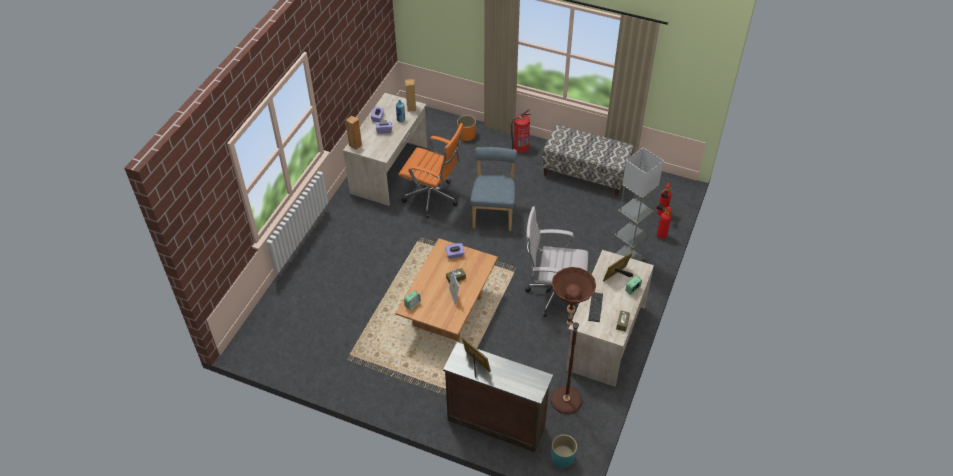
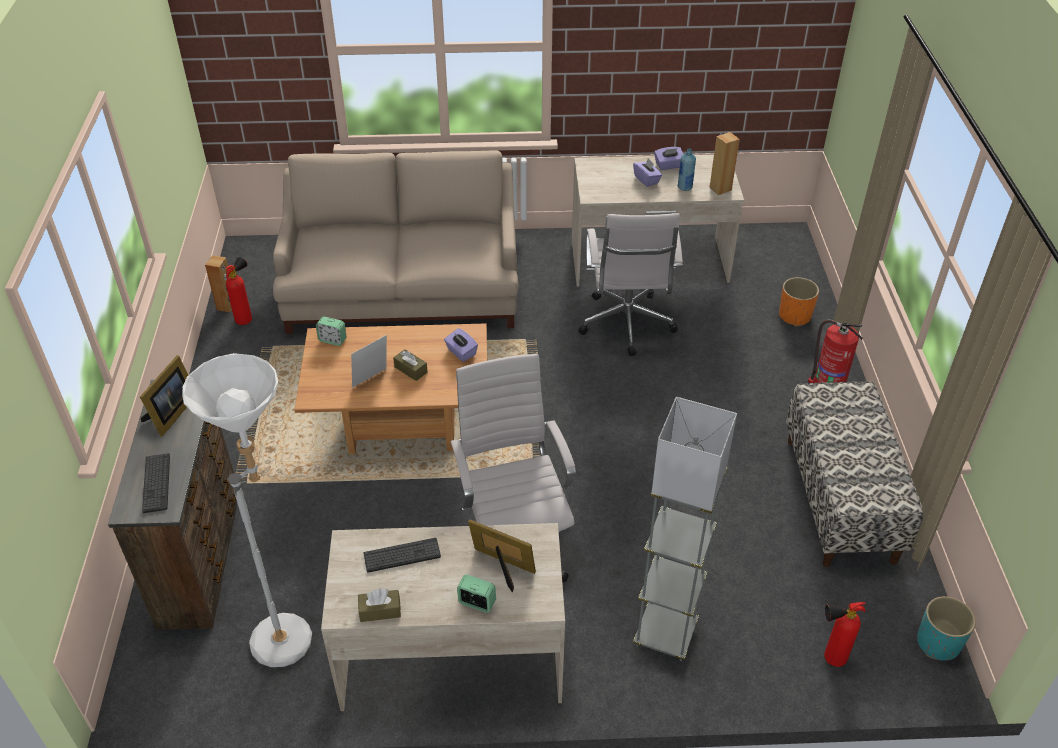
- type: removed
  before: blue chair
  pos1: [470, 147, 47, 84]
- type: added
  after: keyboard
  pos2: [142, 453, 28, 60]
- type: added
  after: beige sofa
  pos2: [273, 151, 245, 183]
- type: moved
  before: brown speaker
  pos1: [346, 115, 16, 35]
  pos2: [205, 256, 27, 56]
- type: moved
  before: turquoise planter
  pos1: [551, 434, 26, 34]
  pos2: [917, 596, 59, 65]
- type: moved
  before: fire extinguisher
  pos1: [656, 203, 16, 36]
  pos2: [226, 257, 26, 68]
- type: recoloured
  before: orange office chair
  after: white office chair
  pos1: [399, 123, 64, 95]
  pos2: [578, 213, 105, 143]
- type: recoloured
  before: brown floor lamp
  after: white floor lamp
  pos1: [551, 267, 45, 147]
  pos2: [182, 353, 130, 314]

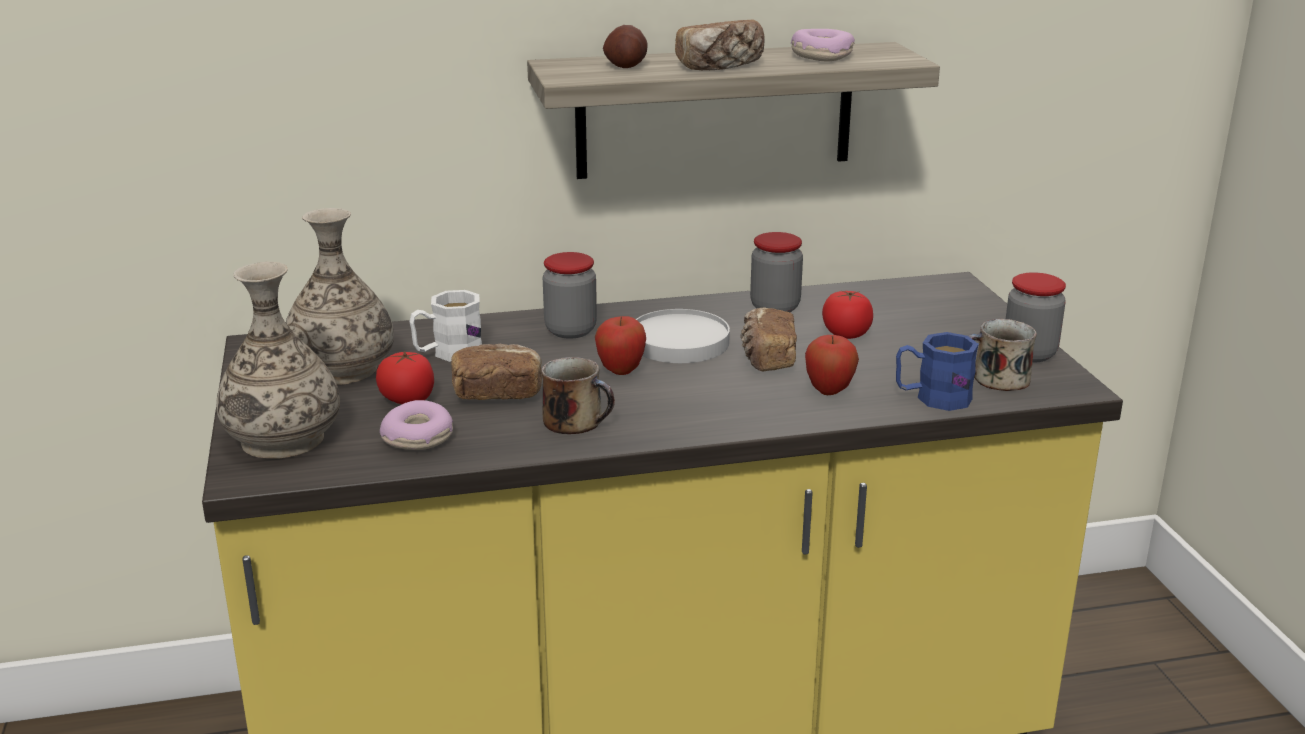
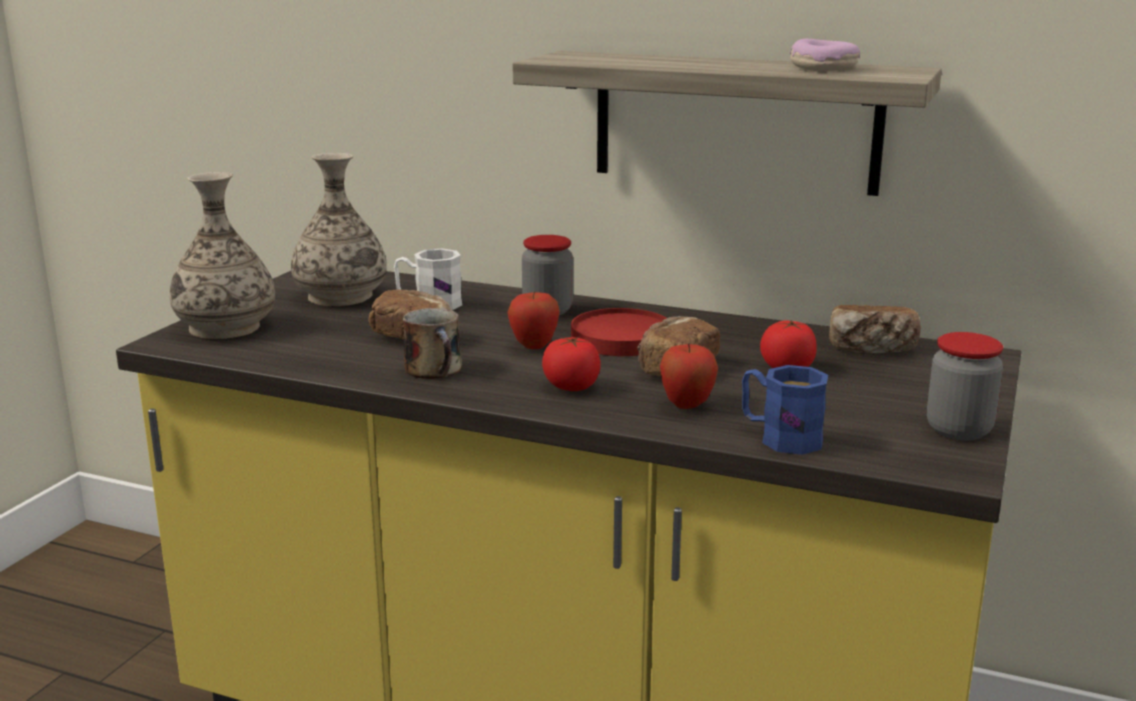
- type: removed
  before: donut
  pos1: [380, 400, 73, 50]
- type: removed
  before: potato
  pos1: [603, 25, 45, 43]
- type: removed
  before: jar
  pos1: [750, 232, 53, 80]
- type: removed
  before: mug
  pos1: [968, 319, 69, 72]
- type: moved
  before: tomato
  pos1: [376, 350, 58, 54]
  pos2: [542, 337, 59, 54]
- type: moved
  before: bread
  pos1: [675, 20, 89, 50]
  pos2: [829, 305, 92, 48]
- type: recoloured
  before: white plate
  after: red plate
  pos1: [636, 309, 94, 54]
  pos2: [571, 308, 96, 48]

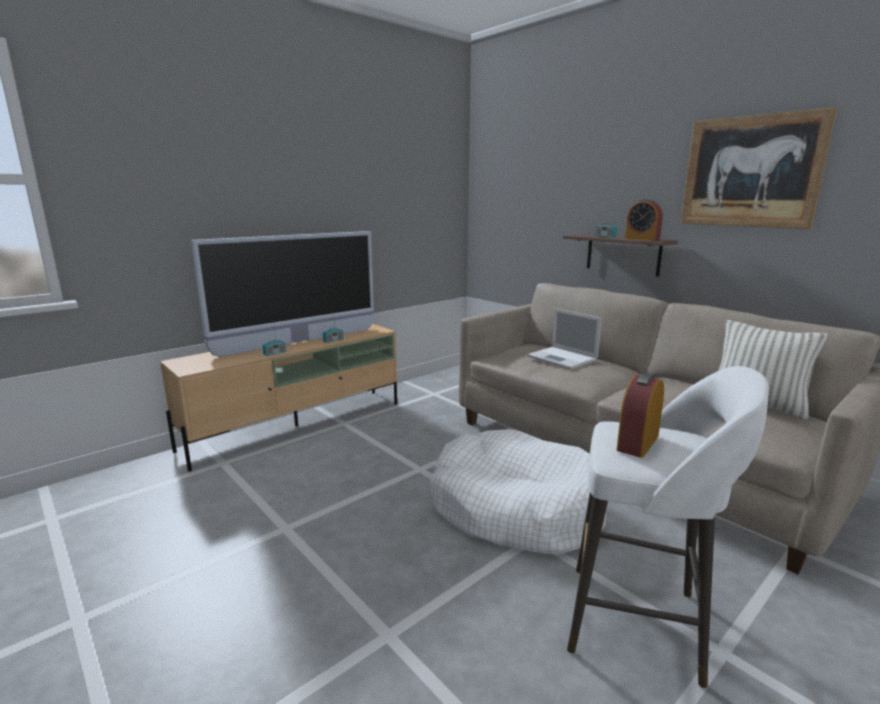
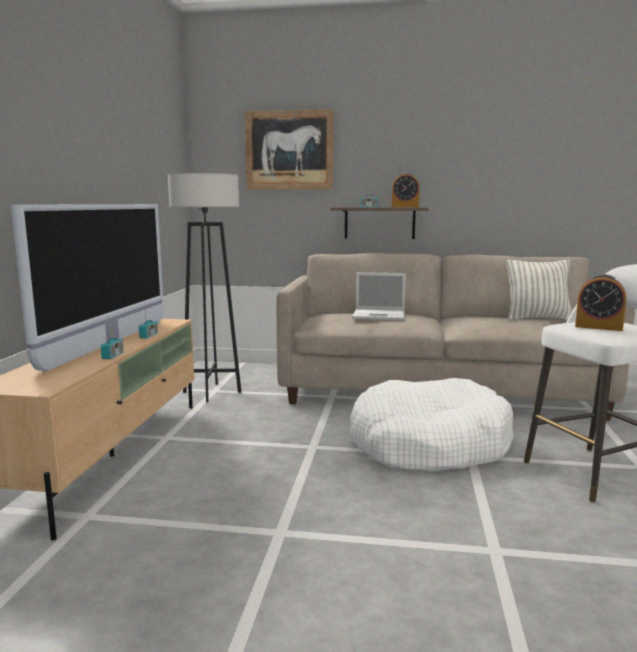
- type: added
  after: grey floor lamp
  pos2: [168, 173, 73, 229]
- type: moved
  before: picture
  pos1: [680, 107, 157, 122]
  pos2: [245, 109, 89, 81]
- type: turned
  before: alarm clock
  pos1: [617, 373, 47, 85]
  pos2: [575, 274, 51, 57]
  turn: -60

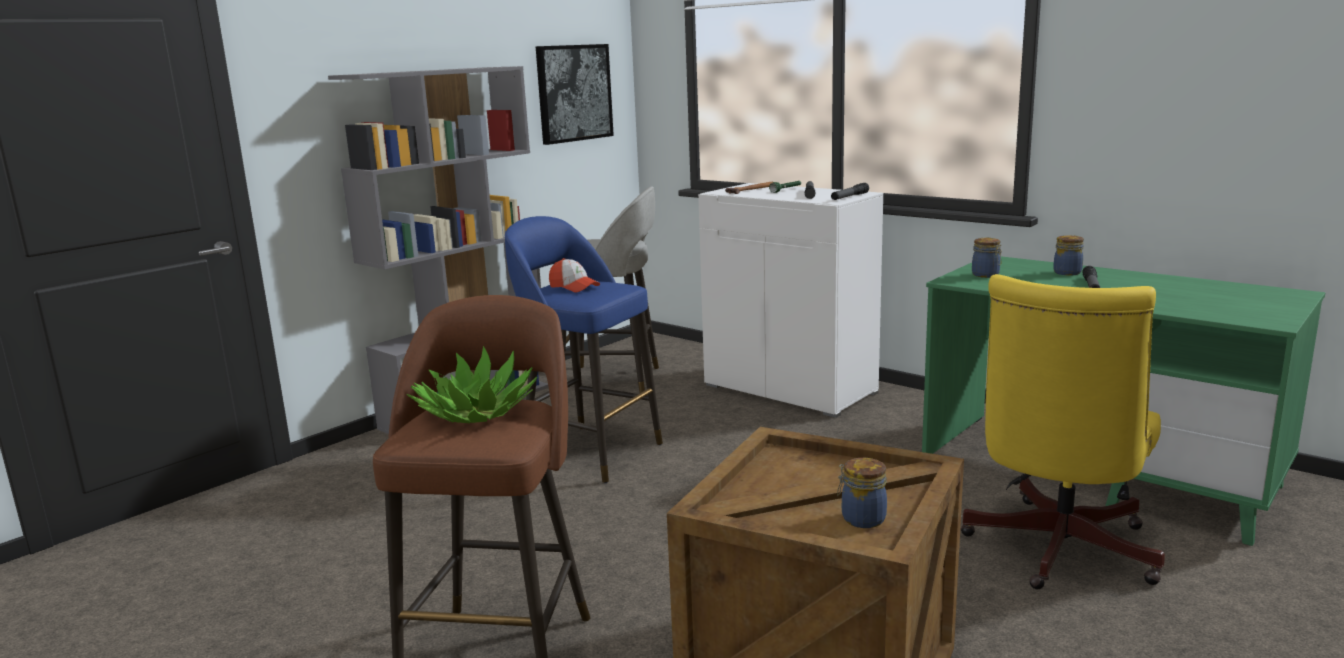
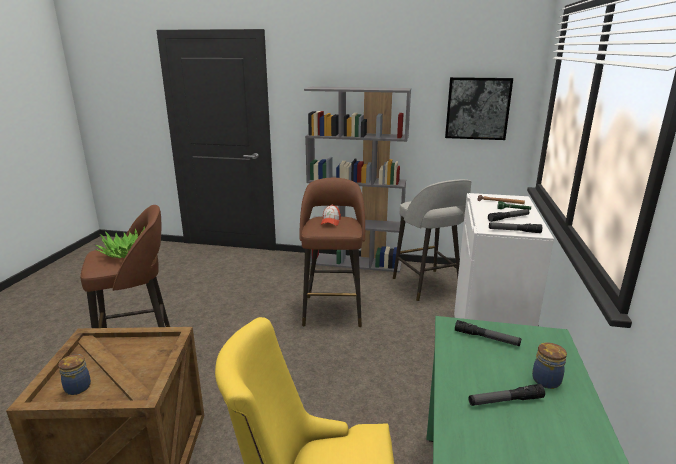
- type: replaced
  before: jar
  after: flashlight
  pos1: [972, 238, 30, 40]
  pos2: [455, 320, 66, 26]
- type: recoloured
  before: blue stool
  after: brown stool
  pos1: [505, 216, 158, 267]
  pos2: [300, 178, 65, 149]

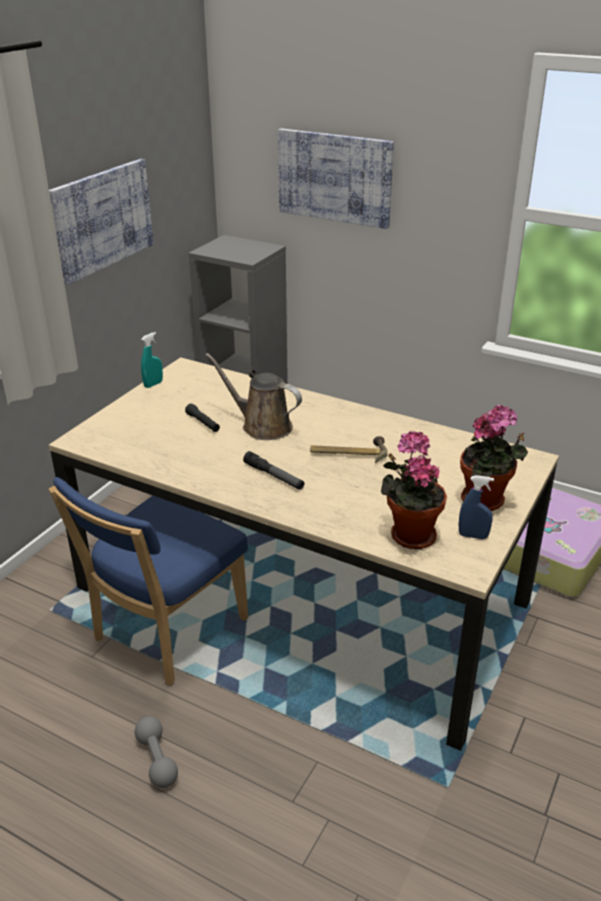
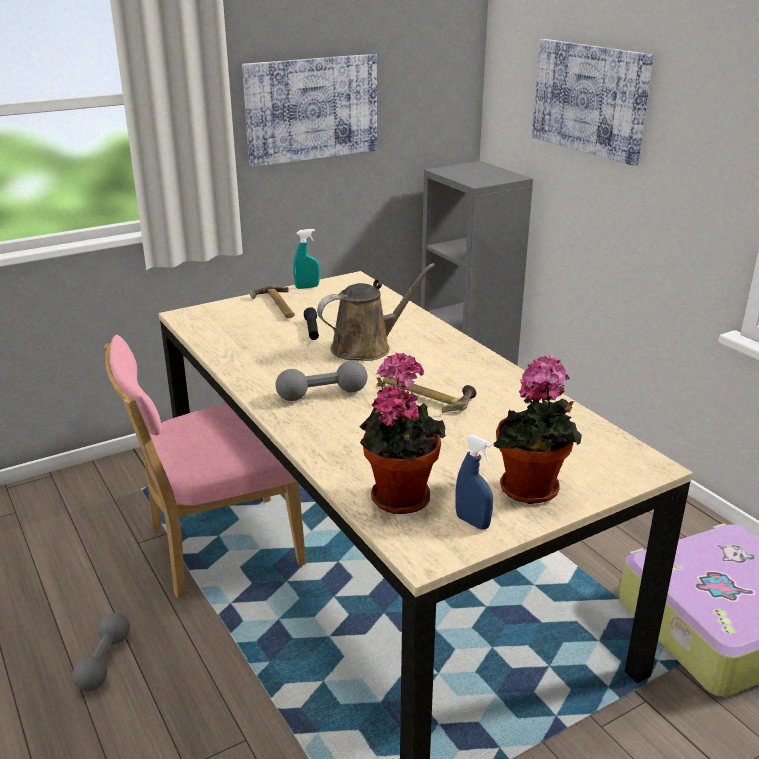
- type: added
  after: hammer
  pos2: [250, 285, 45, 33]
- type: replaced
  before: flashlight
  after: grey dumbbell
  pos1: [243, 451, 61, 39]
  pos2: [276, 361, 92, 40]
- type: recoloured
  before: blue chair
  after: pink chair
  pos1: [49, 477, 199, 209]
  pos2: [104, 335, 202, 263]
- type: turned
  before: brown watering can
  pos1: [205, 353, 97, 87]
  pos2: [317, 263, 118, 98]
  turn: 90

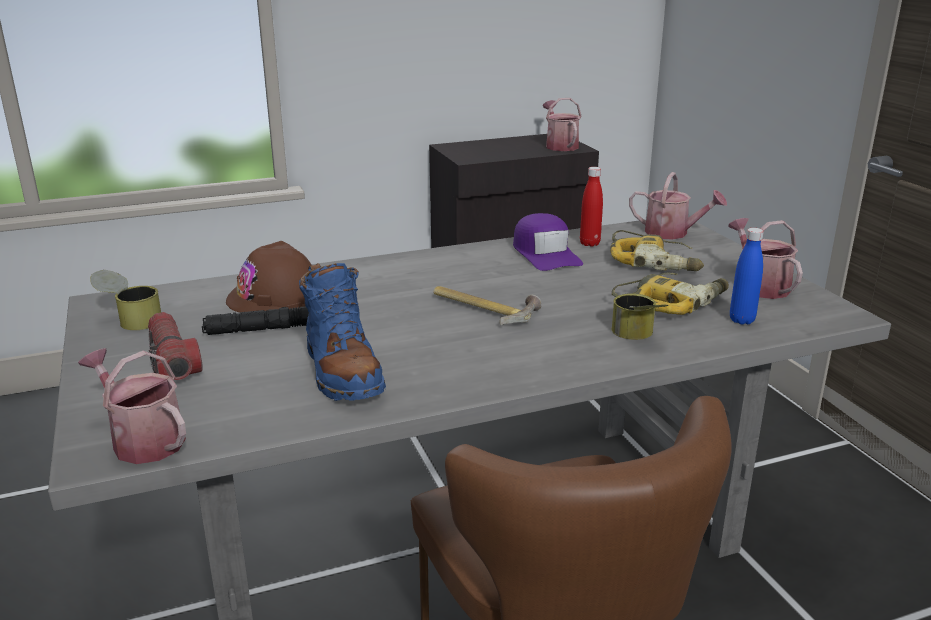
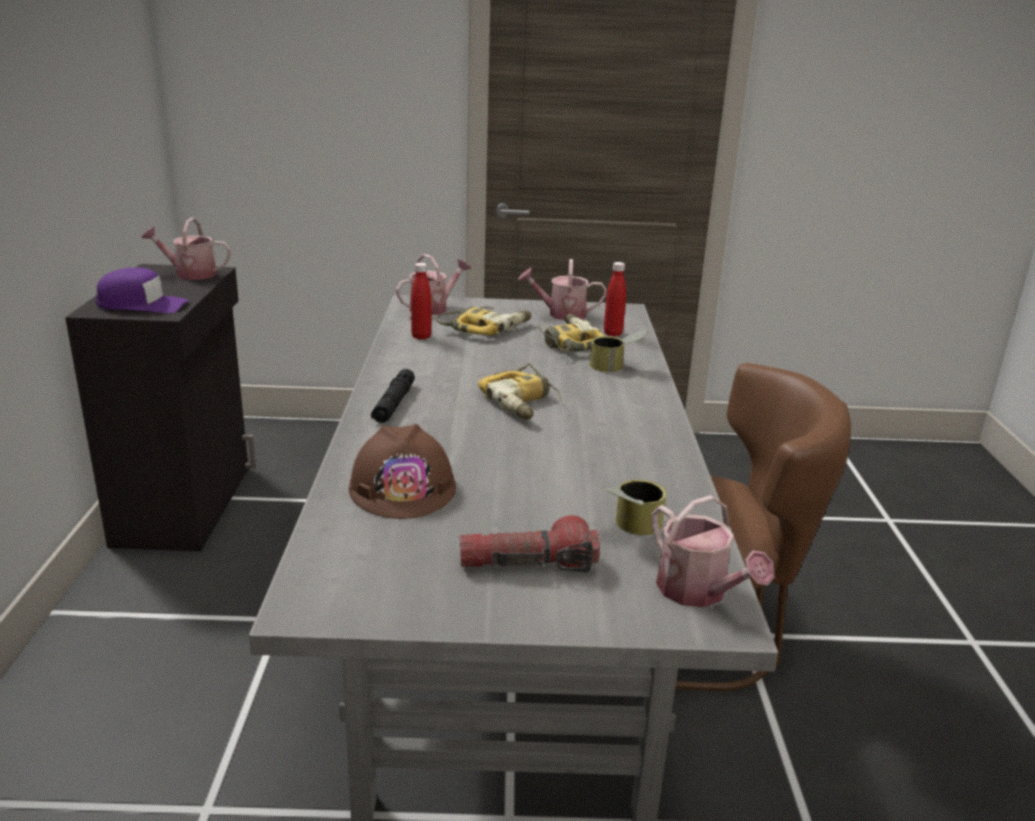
- type: removed
  before: blue boot
  pos1: [299, 263, 87, 138]
- type: moved
  before: can
  pos1: [90, 270, 71, 60]
  pos2: [604, 480, 63, 55]
- type: moved
  before: black flashlight
  pos1: [202, 306, 107, 29]
  pos2: [371, 369, 44, 54]
- type: moved
  before: purple cap
  pos1: [513, 213, 70, 58]
  pos2: [96, 267, 93, 46]
- type: replaced
  before: hammer
  after: power drill
  pos1: [434, 286, 108, 39]
  pos2: [478, 364, 84, 56]
- type: recoloured
  before: blue bottle
  after: red bottle
  pos1: [730, 228, 34, 96]
  pos2: [604, 262, 22, 74]
- type: turned
  before: watering can
  pos1: [78, 348, 108, 116]
  pos2: [651, 495, 123, 112]
  turn: -90

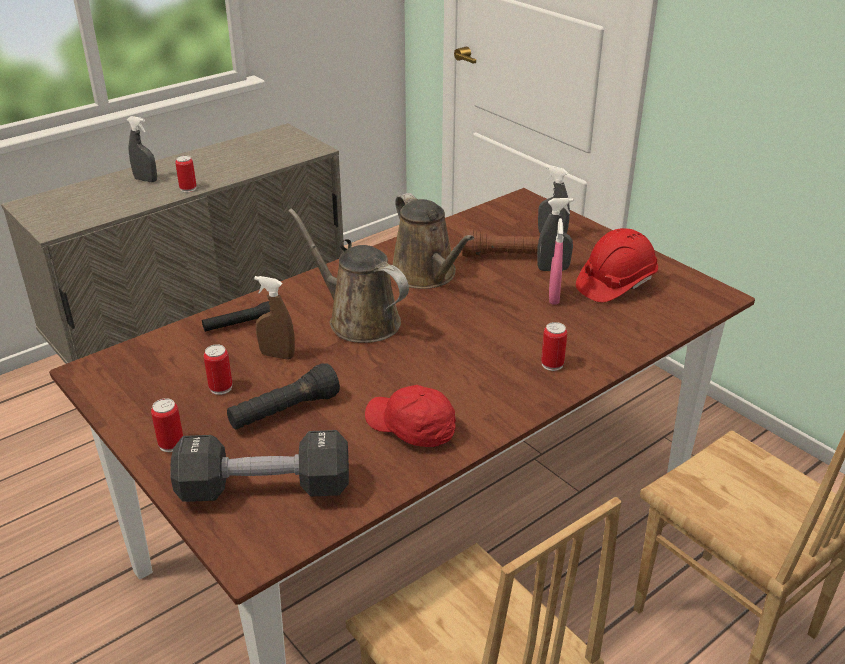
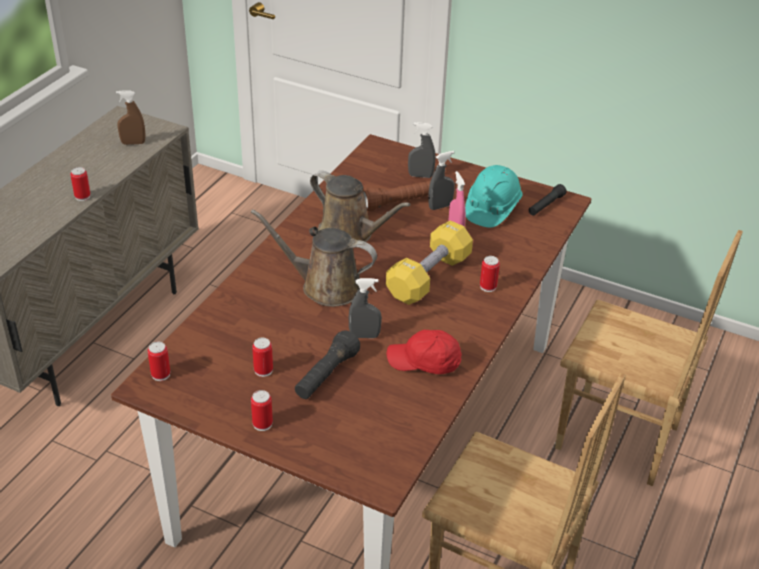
- type: removed
  before: black dumbbell
  pos1: [171, 430, 178, 72]
- type: added
  after: can
  pos2: [148, 342, 22, 39]
- type: added
  after: yellow dumbbell
  pos2: [386, 220, 87, 85]
- type: moved
  before: grey spray bottle
  pos1: [127, 116, 30, 66]
  pos2: [349, 278, 33, 60]
- type: moved
  before: black flashlight
  pos1: [202, 301, 68, 31]
  pos2: [529, 184, 37, 31]
- type: moved
  before: brown spray bottle
  pos1: [254, 276, 41, 84]
  pos2: [116, 90, 29, 55]
- type: recoloured
  before: red hard hat
  after: turquoise hard hat
  pos1: [576, 228, 82, 74]
  pos2: [465, 165, 58, 63]

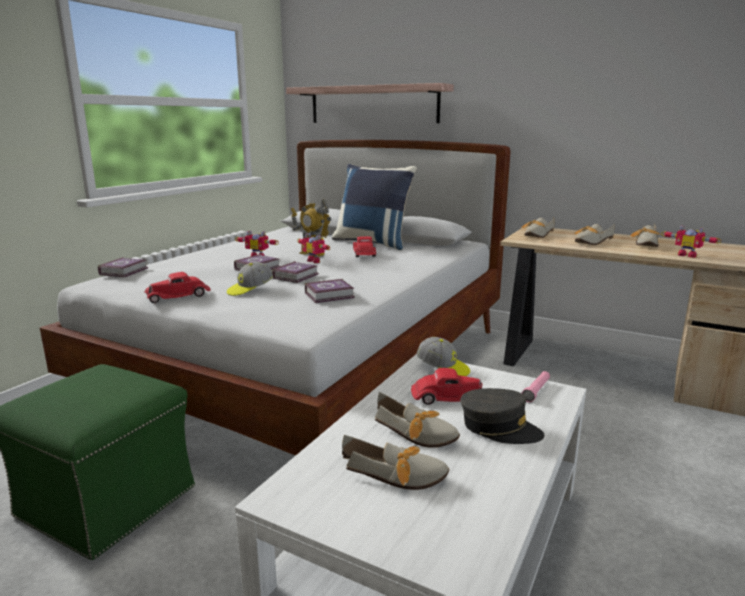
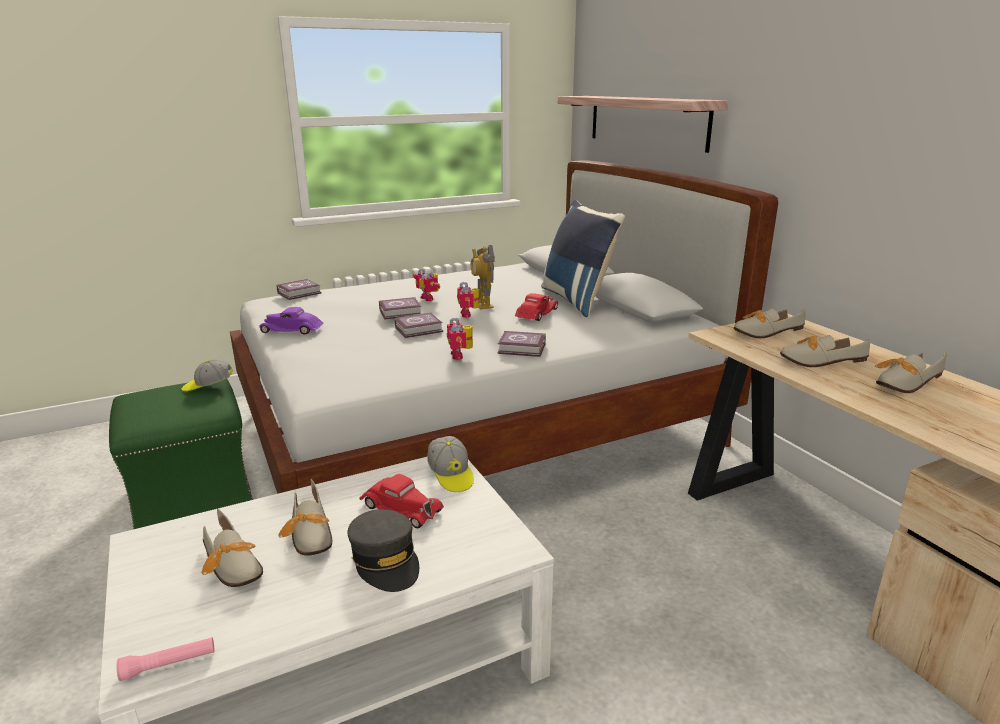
- type: moved
  before: cap
  pos1: [227, 262, 46, 34]
  pos2: [182, 359, 51, 32]
- type: moved
  before: book
  pos1: [305, 279, 50, 24]
  pos2: [497, 331, 49, 26]
- type: moved
  before: pink flashlight
  pos1: [522, 371, 28, 31]
  pos2: [116, 637, 98, 44]
- type: moved
  before: toy robot
  pos1: [661, 225, 61, 33]
  pos2: [447, 318, 26, 42]
- type: recoloured
  before: red toy car
  after: purple toy car
  pos1: [144, 272, 67, 31]
  pos2: [259, 307, 64, 28]

